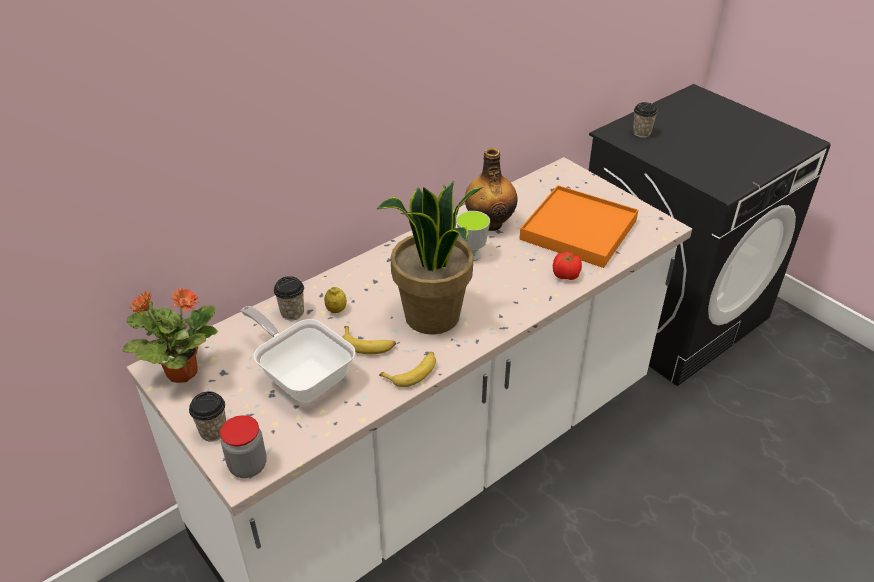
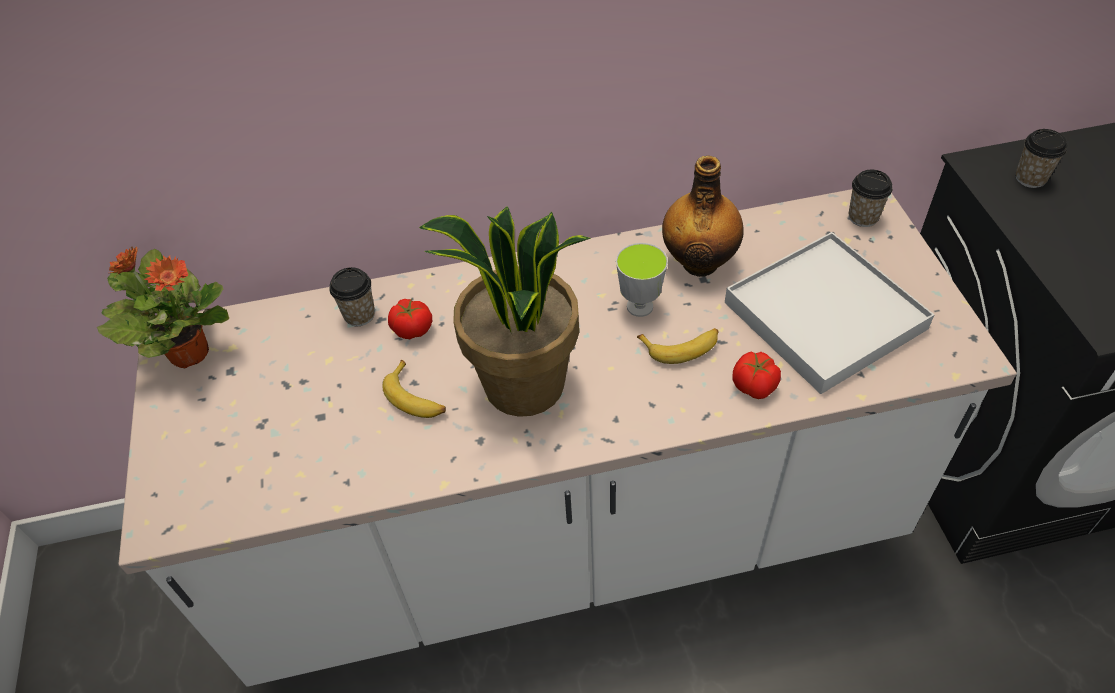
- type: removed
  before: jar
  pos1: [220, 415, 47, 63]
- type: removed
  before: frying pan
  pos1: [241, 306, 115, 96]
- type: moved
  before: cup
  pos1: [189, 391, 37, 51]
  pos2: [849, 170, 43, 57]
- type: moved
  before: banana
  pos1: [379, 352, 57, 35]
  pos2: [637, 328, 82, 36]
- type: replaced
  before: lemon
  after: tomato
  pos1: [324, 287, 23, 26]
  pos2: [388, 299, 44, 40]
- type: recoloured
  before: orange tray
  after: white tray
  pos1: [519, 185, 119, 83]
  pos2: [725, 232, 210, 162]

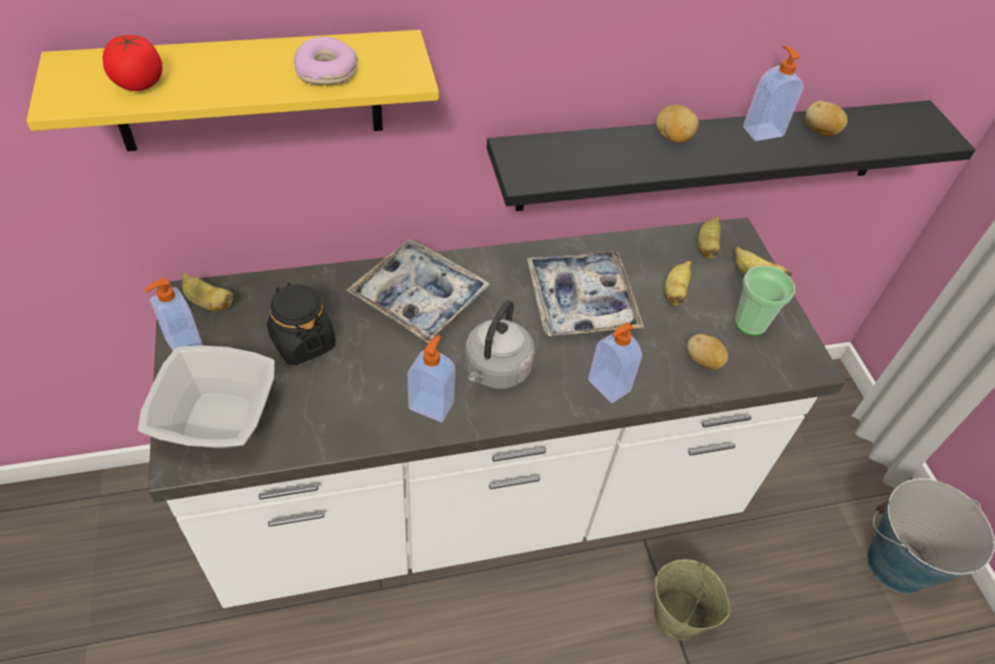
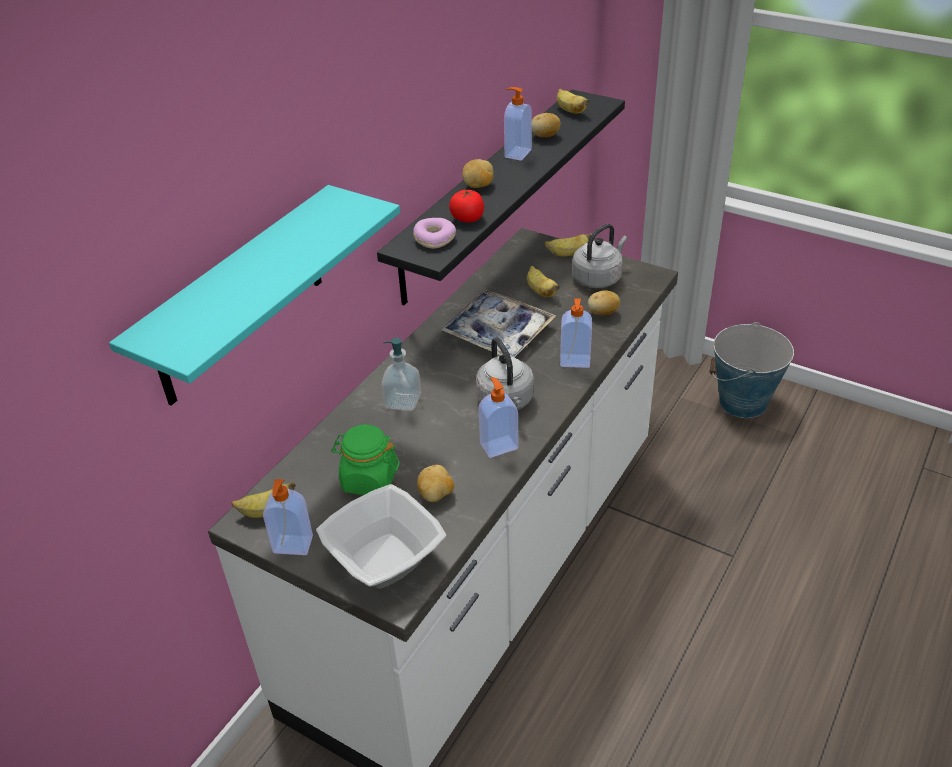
- type: removed
  before: beige bucket
  pos1: [654, 559, 77, 81]
- type: added
  after: potato
  pos2: [417, 465, 37, 37]
- type: moved
  before: tomato
  pos1: [103, 35, 60, 56]
  pos2: [449, 190, 35, 32]
- type: moved
  before: donut
  pos1: [294, 37, 64, 48]
  pos2: [413, 218, 43, 31]
- type: moved
  before: banana
  pos1: [697, 216, 24, 43]
  pos2: [556, 89, 33, 25]
- type: replaced
  before: tray
  after: soap dispenser
  pos1: [346, 240, 145, 103]
  pos2: [382, 338, 39, 73]
- type: replaced
  before: cup
  after: grey kettle
  pos1: [735, 265, 60, 71]
  pos2: [572, 224, 56, 64]
- type: recoloured
  before: yellow shelf
  after: turquoise shelf
  pos1: [26, 30, 413, 121]
  pos2: [109, 185, 291, 221]
- type: recoloured
  before: black jar
  after: green jar
  pos1: [267, 283, 69, 82]
  pos2: [331, 424, 69, 71]

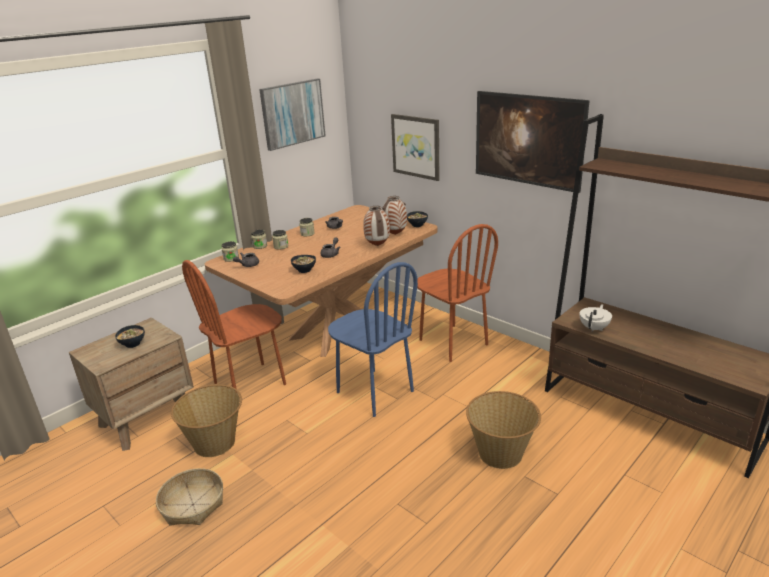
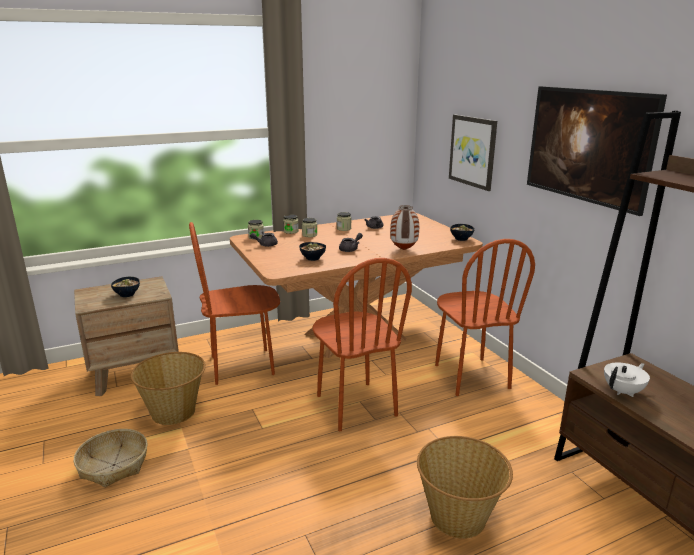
- type: removed
  before: picture
  pos1: [259, 78, 67, 73]
- type: removed
  before: vase
  pos1: [382, 196, 25, 39]
- type: recoloured
  before: blue chair
  after: brown chair
  pos1: [328, 262, 90, 155]
  pos2: [313, 258, 99, 173]

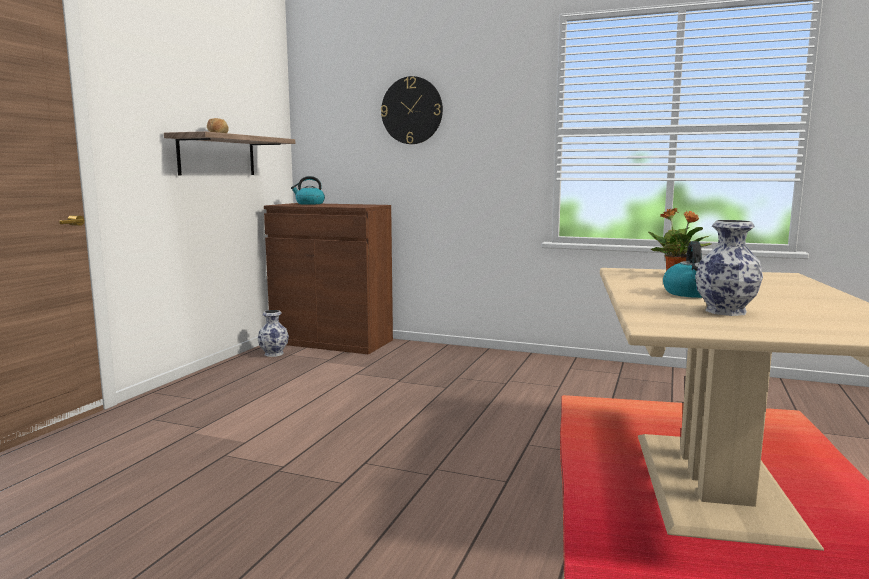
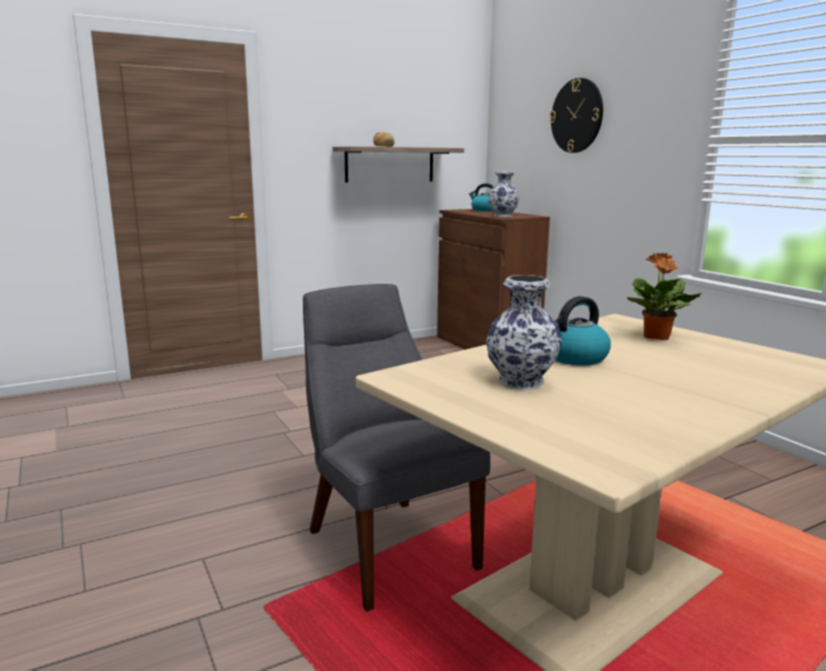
- type: added
  after: grey chair
  pos2: [303, 284, 187, 328]
- type: moved
  before: vase
  pos1: [258, 310, 31, 47]
  pos2: [488, 171, 31, 46]

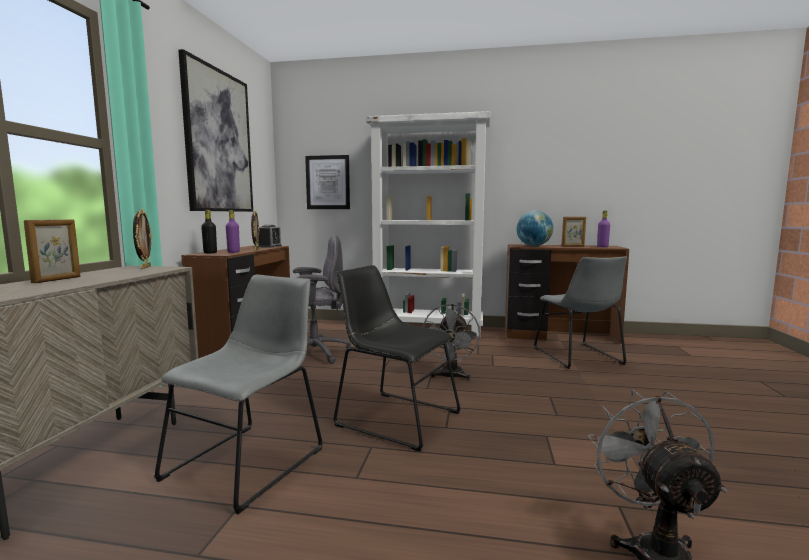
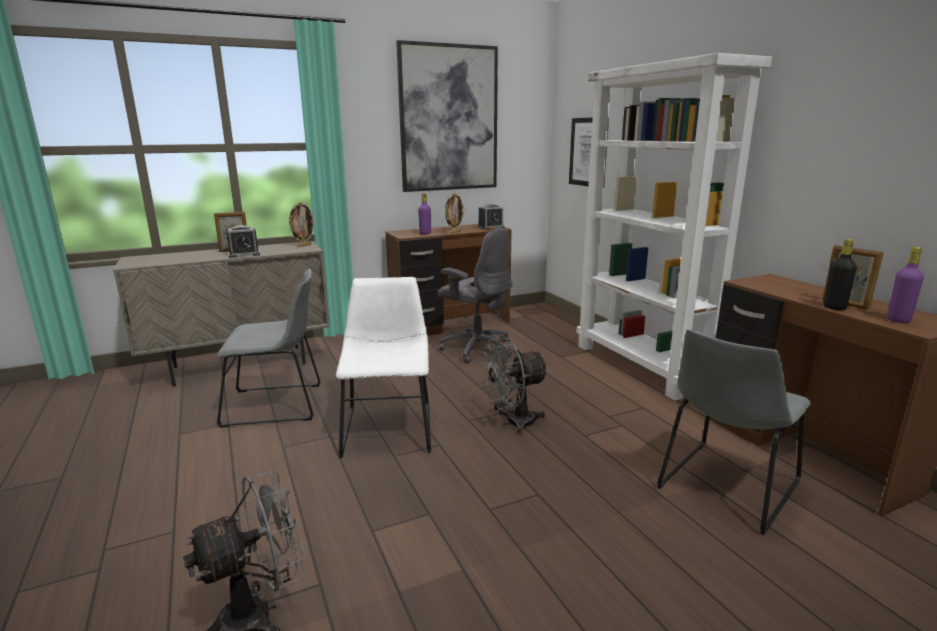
- type: removed
  before: globe
  pos1: [517, 211, 36, 35]
- type: added
  after: alarm clock
  pos2: [227, 225, 33, 33]
- type: moved
  before: black bottle
  pos1: [201, 210, 16, 43]
  pos2: [823, 239, 34, 71]
- type: recoloured
  before: black chair
  after: white chair
  pos1: [333, 265, 128, 186]
  pos2: [336, 277, 95, 181]

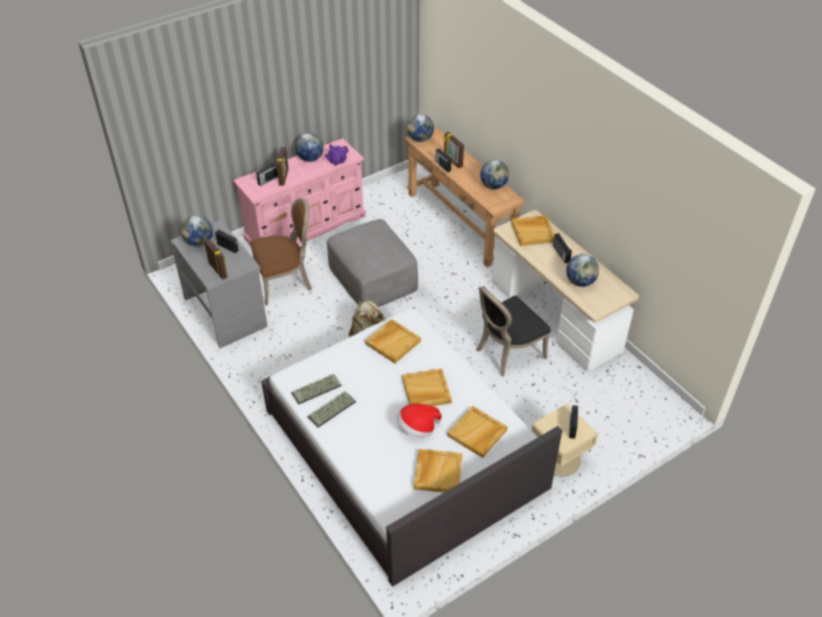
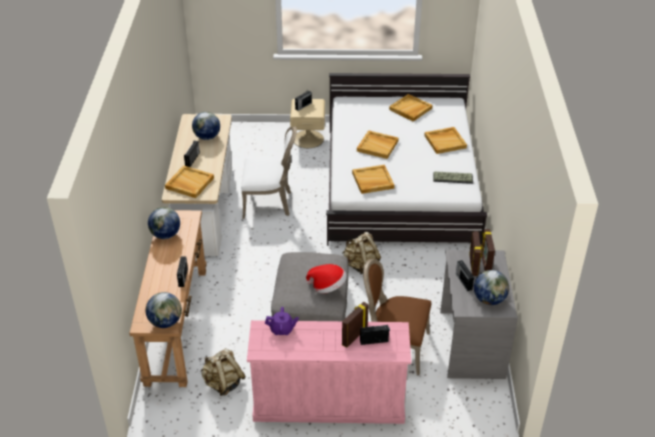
- type: removed
  before: globe
  pos1: [295, 133, 29, 29]
- type: removed
  before: keyboard
  pos1: [307, 391, 49, 37]
- type: added
  after: beige backpack
  pos2: [201, 348, 44, 48]
- type: moved
  before: hat
  pos1: [397, 404, 45, 33]
  pos2: [306, 264, 41, 30]
- type: moved
  before: picture frame
  pos1: [444, 132, 20, 36]
  pos2: [469, 231, 13, 45]
- type: moved
  before: beige tray
  pos1: [447, 406, 61, 52]
  pos2: [424, 127, 43, 27]
- type: recoloured
  before: black chair
  after: white chair
  pos1: [476, 286, 75, 90]
  pos2: [241, 127, 56, 92]

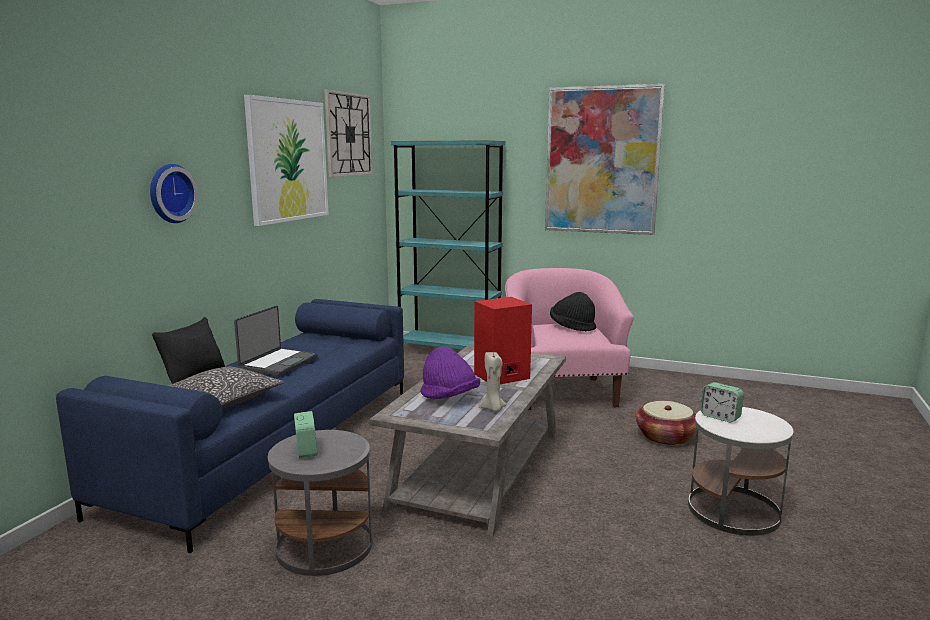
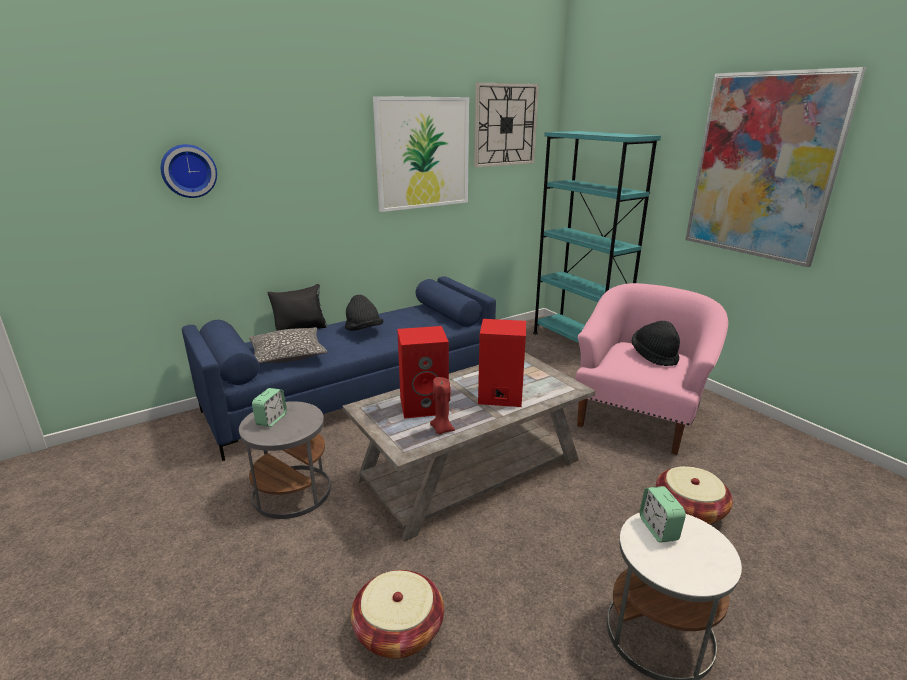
- type: added
  after: basket
  pos2: [351, 570, 93, 89]
- type: moved
  before: wall clock
  pos1: [150, 164, 48, 59]
  pos2: [161, 144, 56, 54]
- type: replaced
  before: laptop
  after: black hat
  pos1: [234, 306, 84, 70]
  pos2: [345, 295, 38, 36]
- type: replaced
  before: purple hat
  after: red speaker
  pos1: [420, 346, 60, 53]
  pos2: [397, 326, 52, 93]
- type: recoloured
  before: beige candle
  after: red candle
  pos1: [479, 352, 28, 59]
  pos2: [430, 377, 25, 58]

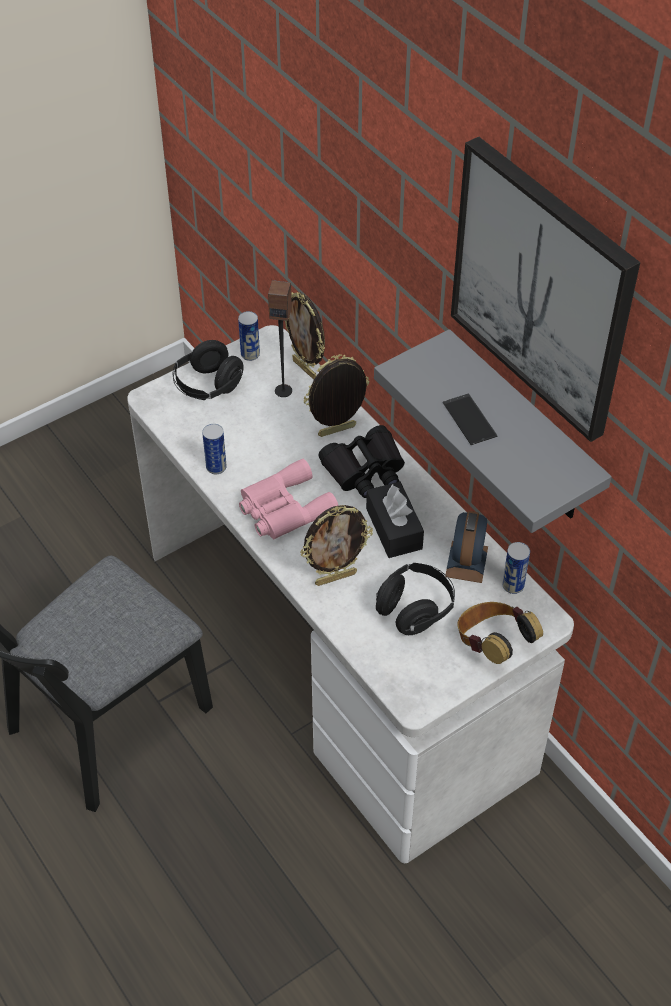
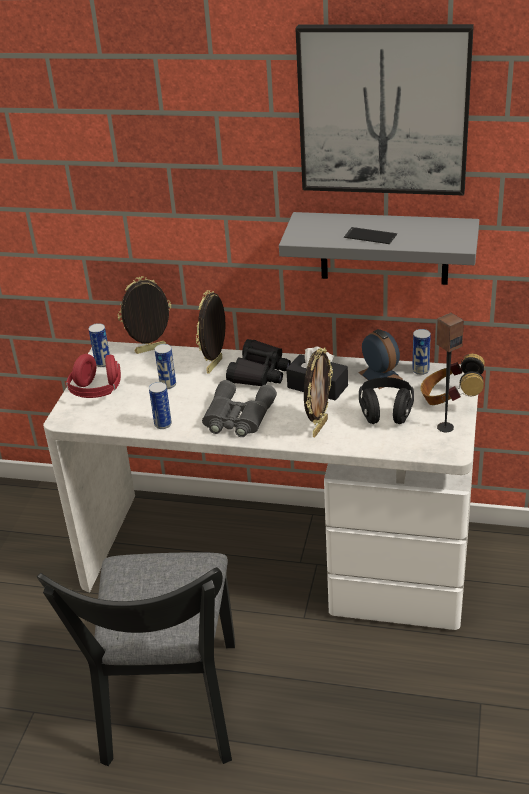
- type: added
  after: can
  pos2: [155, 344, 21, 45]
- type: moved
  before: speaker
  pos1: [268, 280, 24, 117]
  pos2: [436, 313, 28, 120]
- type: recoloured
  before: black headphones
  after: red headphones
  pos1: [173, 340, 71, 60]
  pos2: [66, 354, 55, 44]
- type: recoloured
  before: pink binoculars
  after: grey binoculars
  pos1: [239, 459, 100, 80]
  pos2: [202, 380, 75, 57]
- type: turned
  before: picture frame
  pos1: [285, 292, 40, 88]
  pos2: [117, 276, 54, 78]
  turn: 150

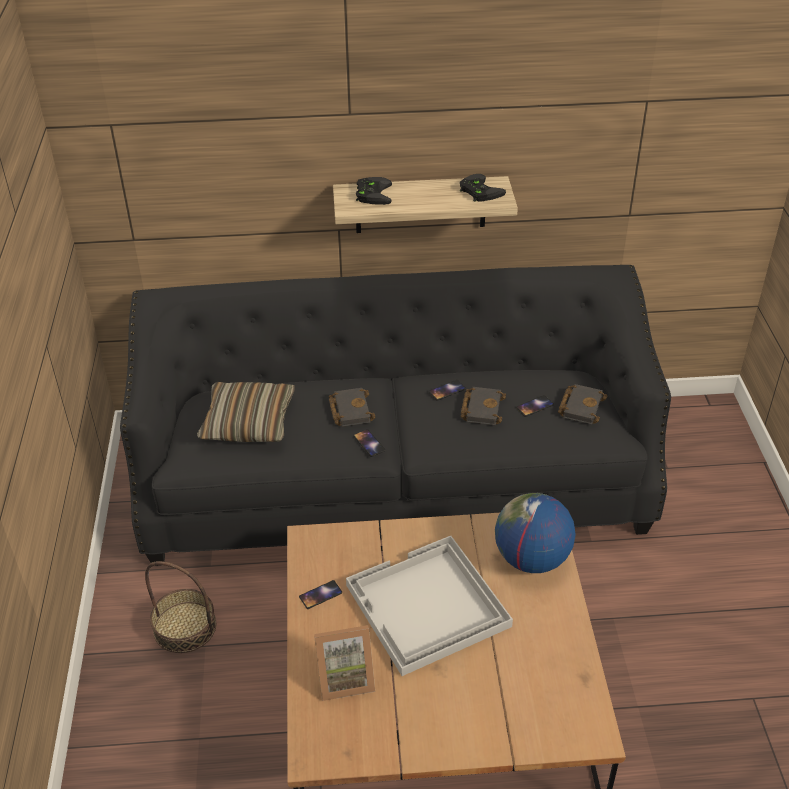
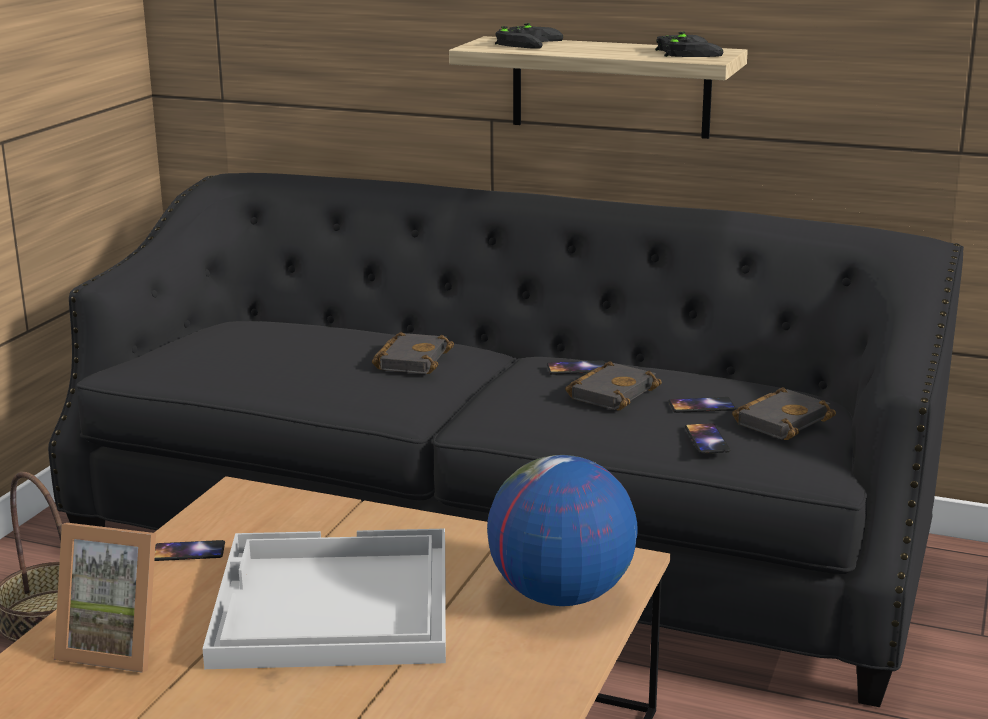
- type: removed
  before: pillow
  pos1: [197, 382, 98, 60]
- type: moved
  before: phone
  pos1: [353, 429, 33, 28]
  pos2: [685, 423, 45, 31]

